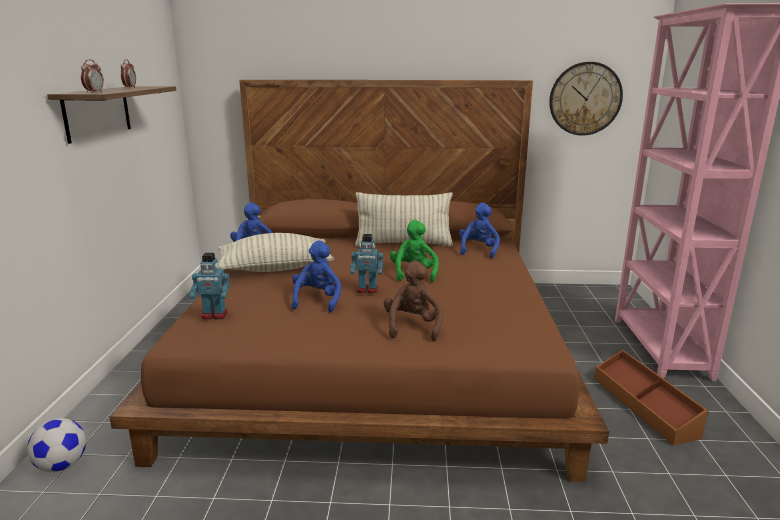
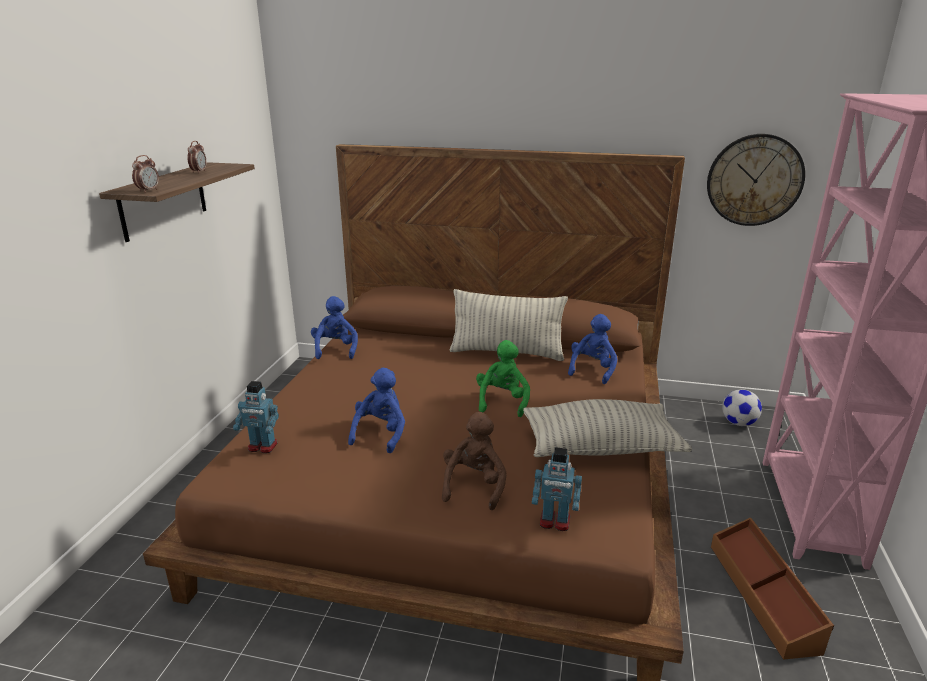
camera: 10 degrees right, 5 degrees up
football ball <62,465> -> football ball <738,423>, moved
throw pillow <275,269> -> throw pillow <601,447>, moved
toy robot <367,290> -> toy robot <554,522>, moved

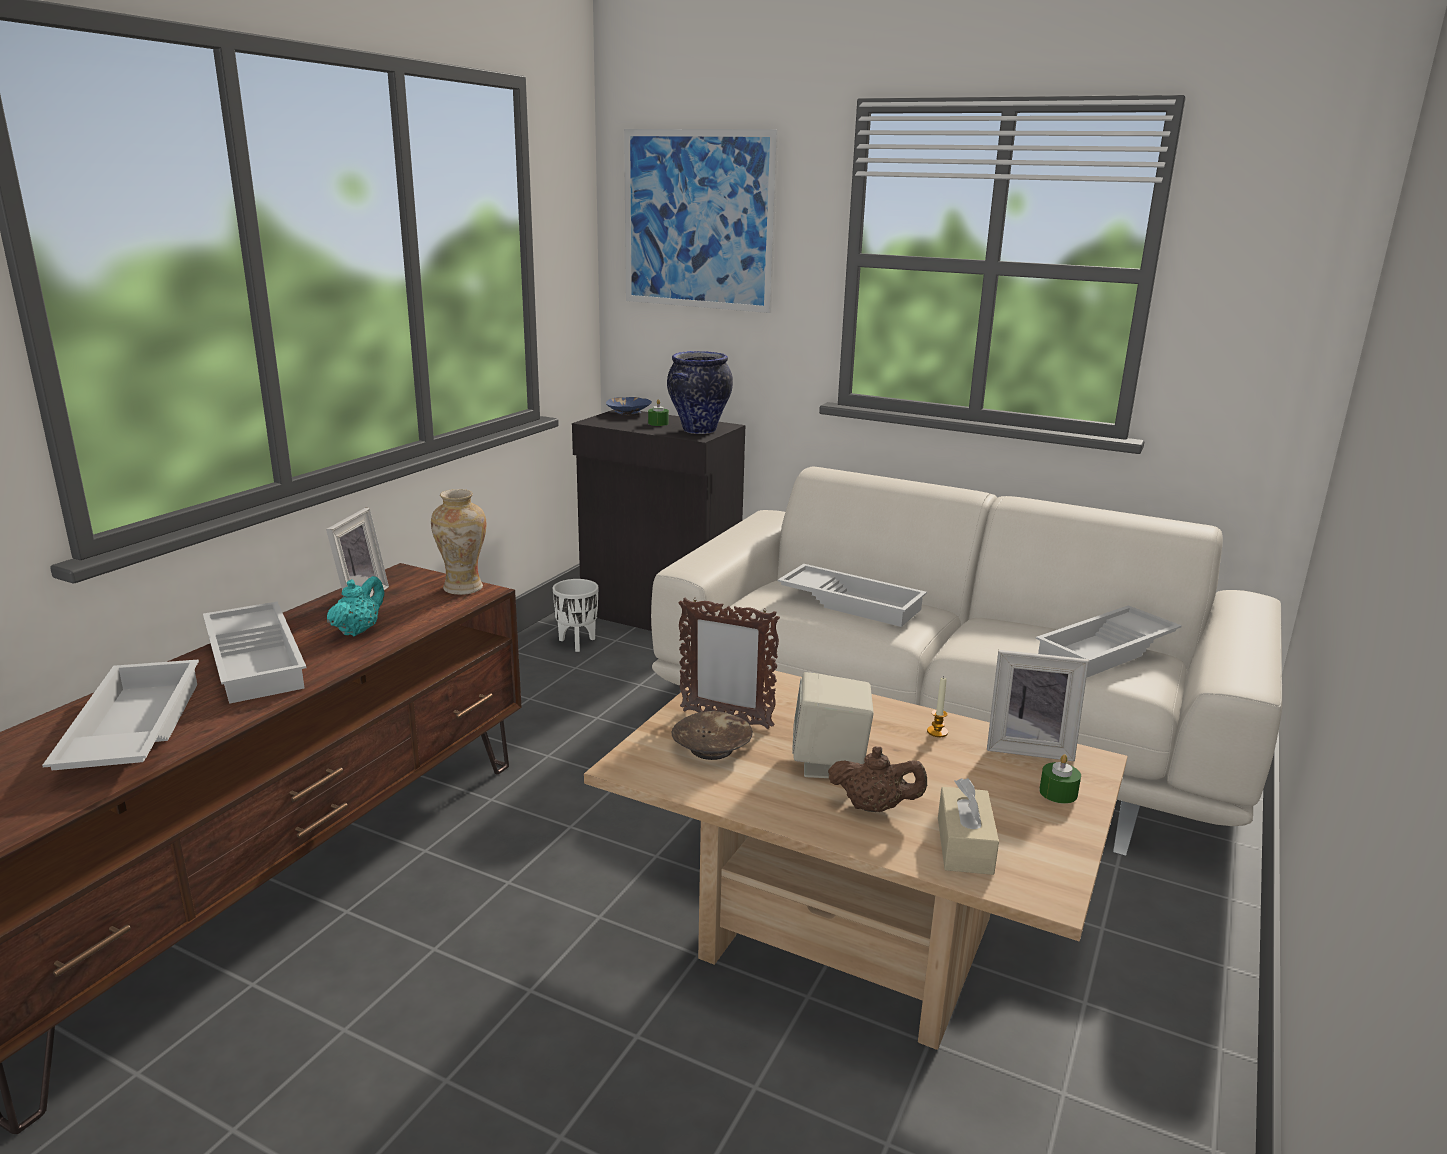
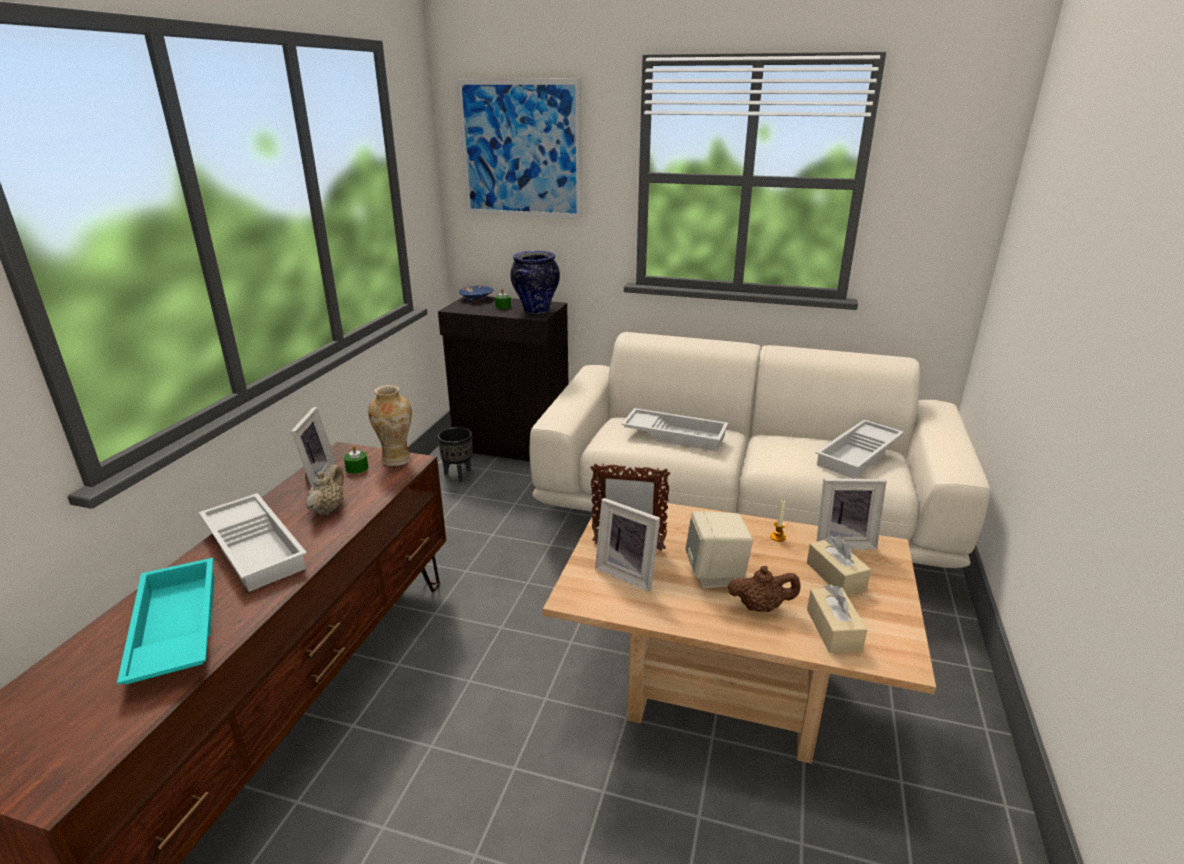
camera: 10 degrees left, 5 degrees up
none -> tissue holder/beige <835,576>
wax light/green-coloured <1058,793> -> wax light/green-coloured <357,468>, moved
bowl/brownish <712,748> -> standing frame <628,573>
carrying tray/whitish <130,731> -> carrying tray/turquoise <173,630>
tea pot/turquoise <358,630> -> tea pot/beige <328,508>
flower pot/whitish <578,643> -> flower pot/black-coloured <459,474>

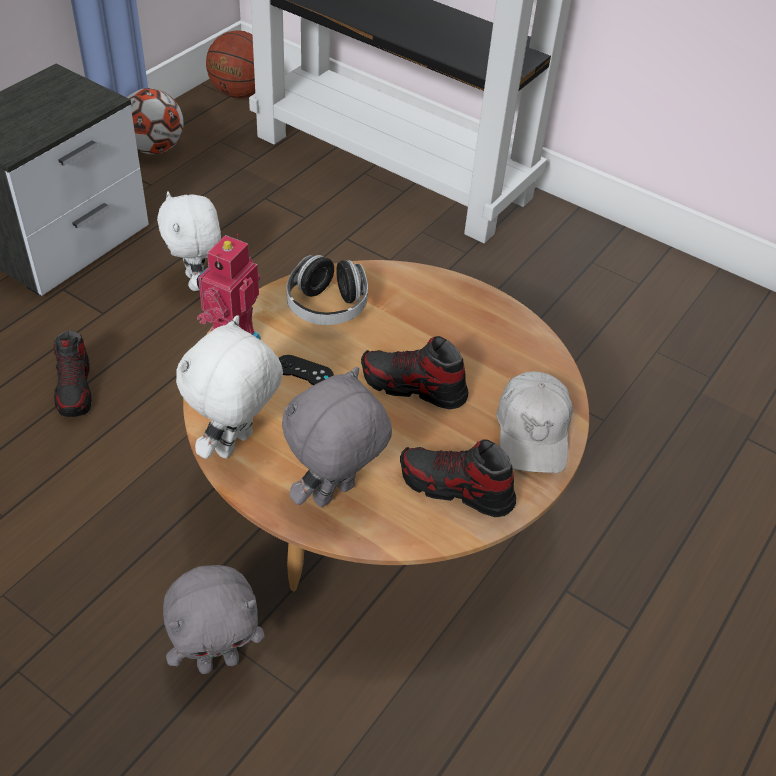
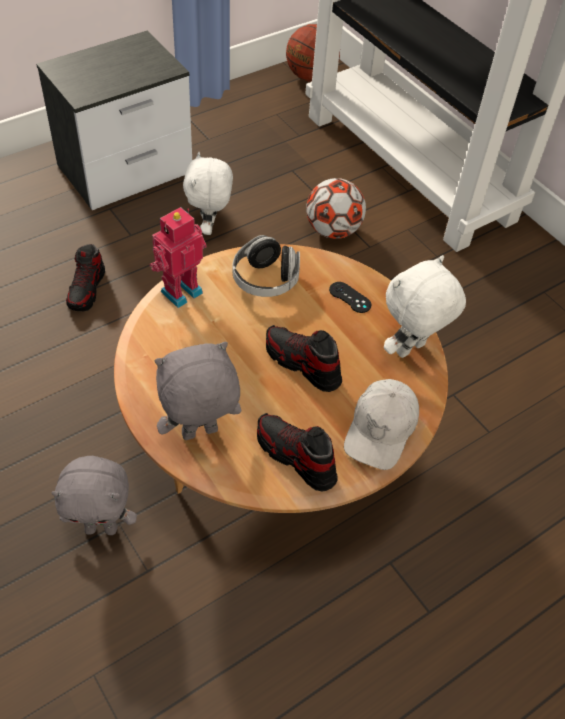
camera: 20 degrees right, 5 degrees up
football ball <154,149> -> football ball <332,230>, moved
cuddly toy/whitish <236,446> -> cuddly toy/whitish <411,350>, moved
game controller/black-coloured <304,371> -> game controller/black-coloured <350,297>, moved

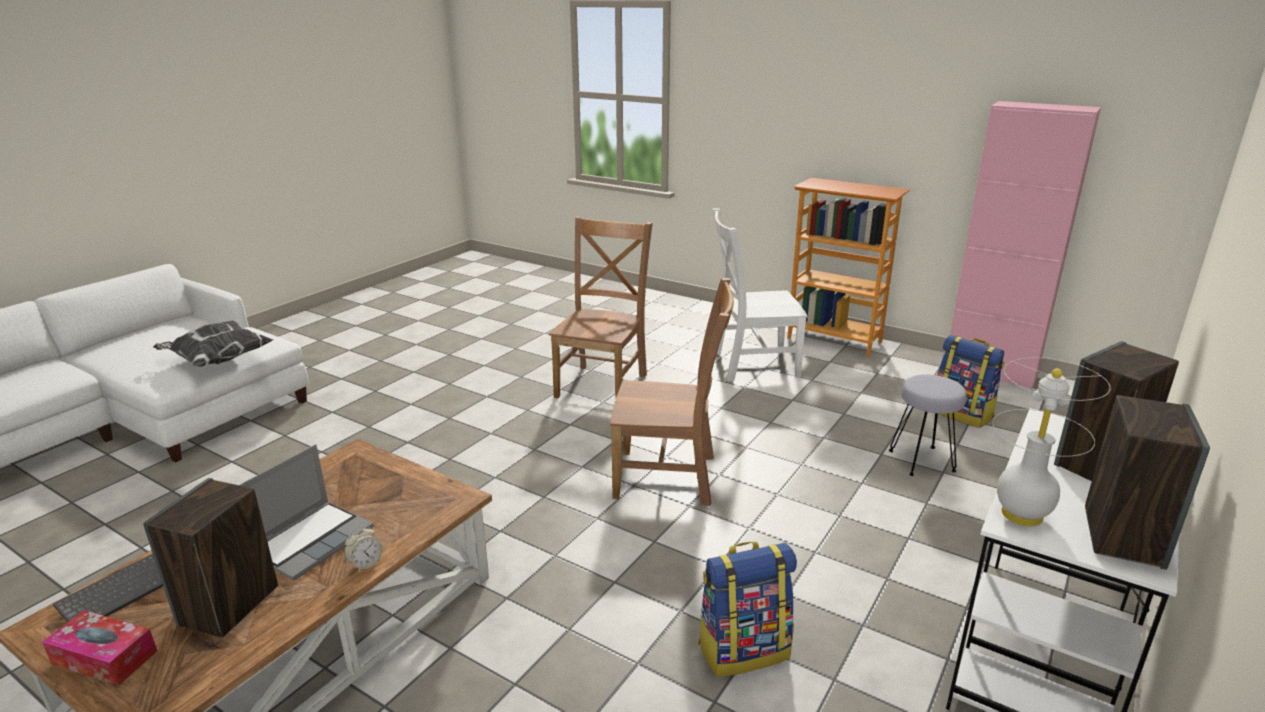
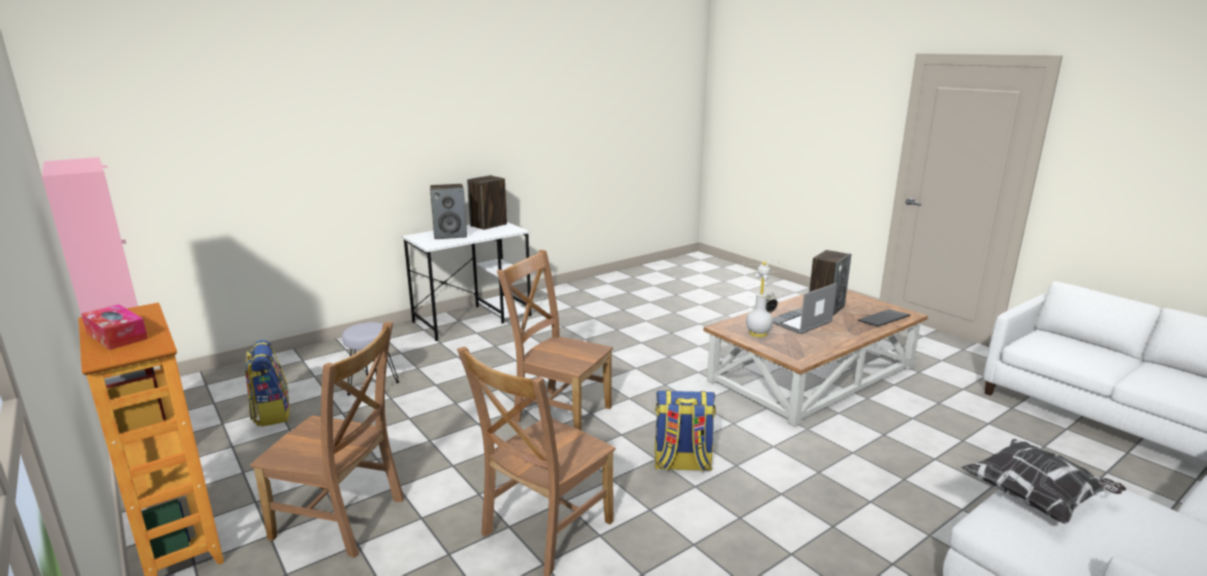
camera: 160 degrees left, 5 degrees down
tissue holder <105,657> -> tissue holder <117,336>, moved
knapsack <743,650> -> knapsack <682,464>, moved
tabletop lamp/whitish <1021,515> -> tabletop lamp/whitish <758,333>, moved
upright chair/whitish <751,364> -> upright chair/brownish <343,520>

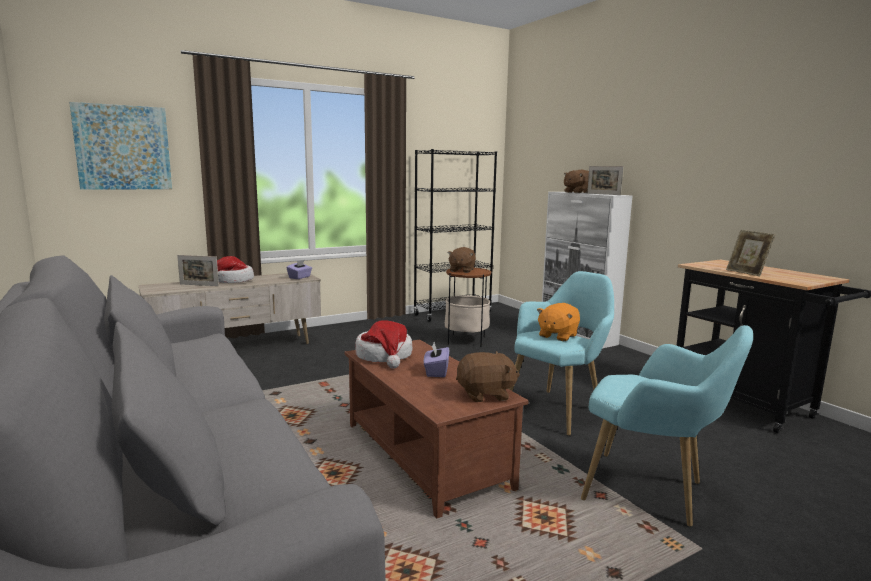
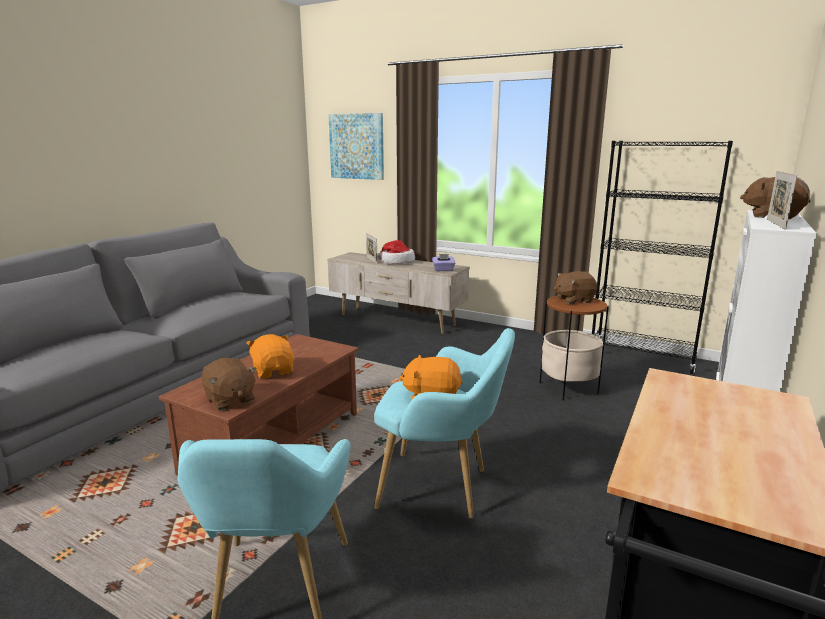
camera: 60 degrees right, 5 degrees up
clothing hat <384,356> -> none
standing frame <747,272> -> none
tissue holder/purple <436,371> -> cuddly toy/orange <273,371>

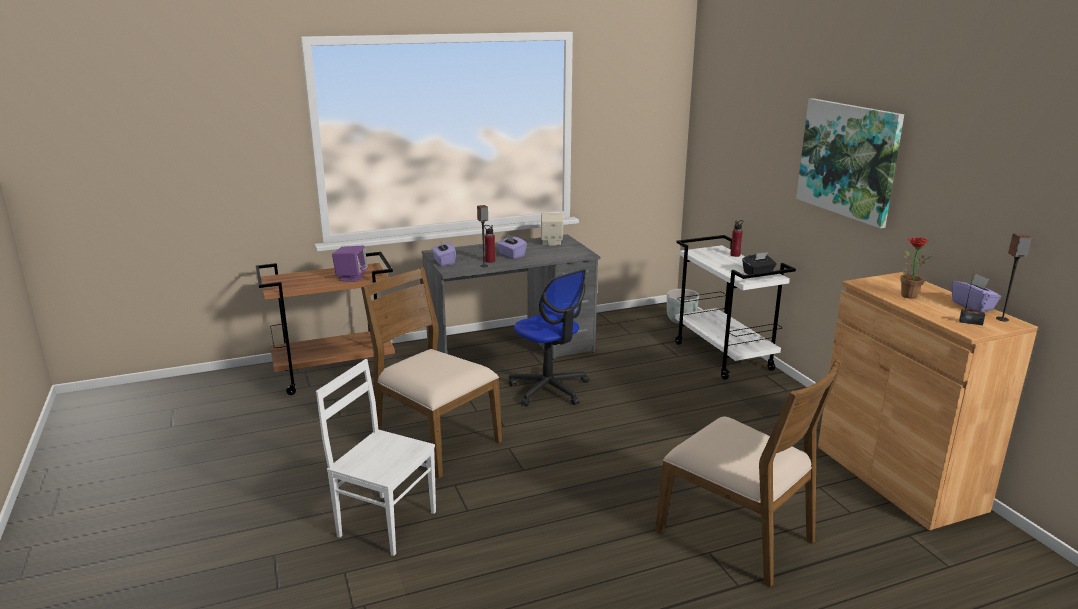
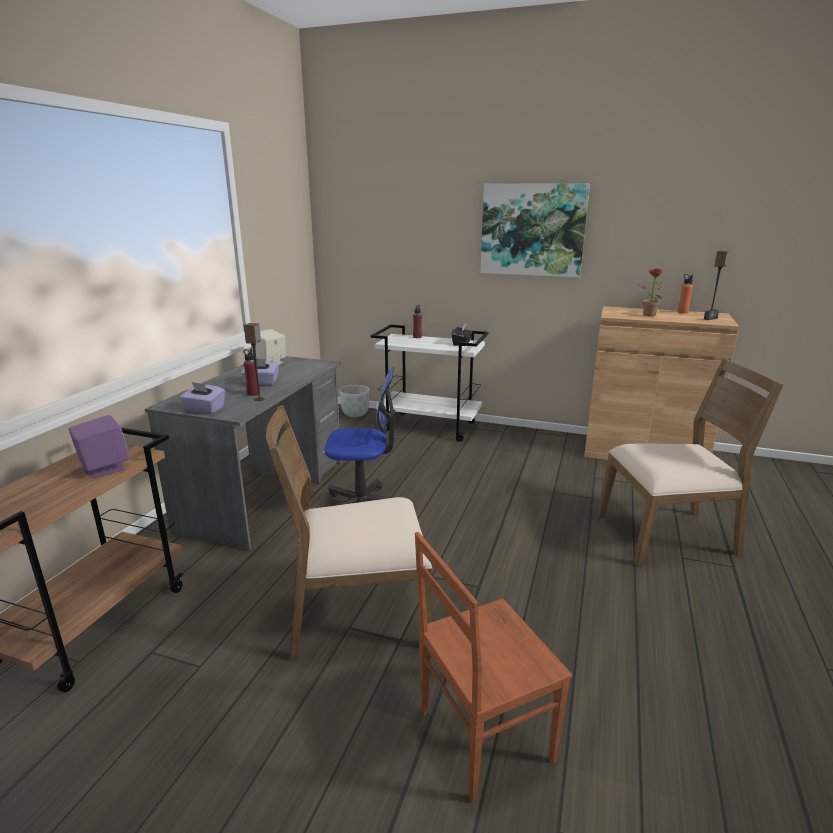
camera: 50 degrees left, 0 degrees up
tissue holder/purple <972,306> -> beverage bottle/orange <682,312>
upright chair/whitish <387,522> -> upright chair/brownish <482,735>

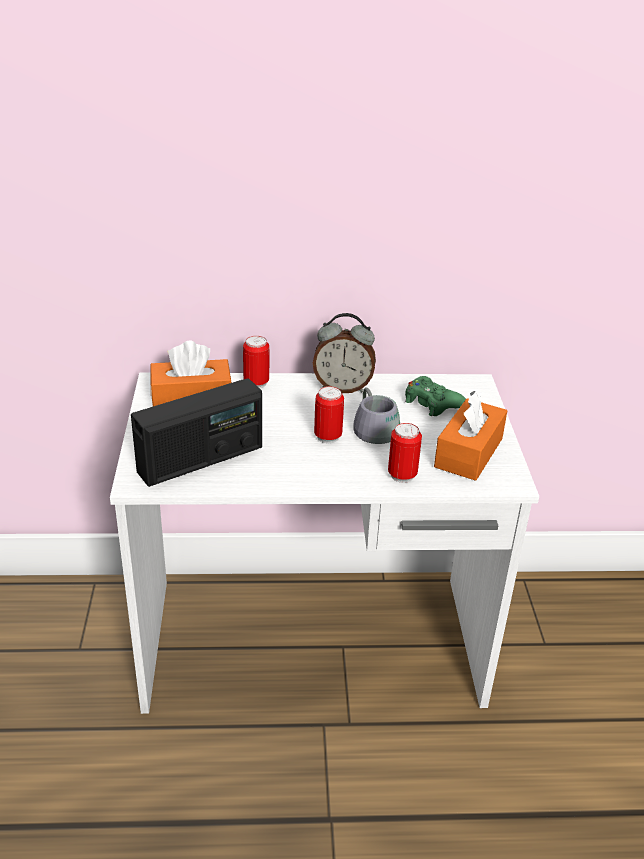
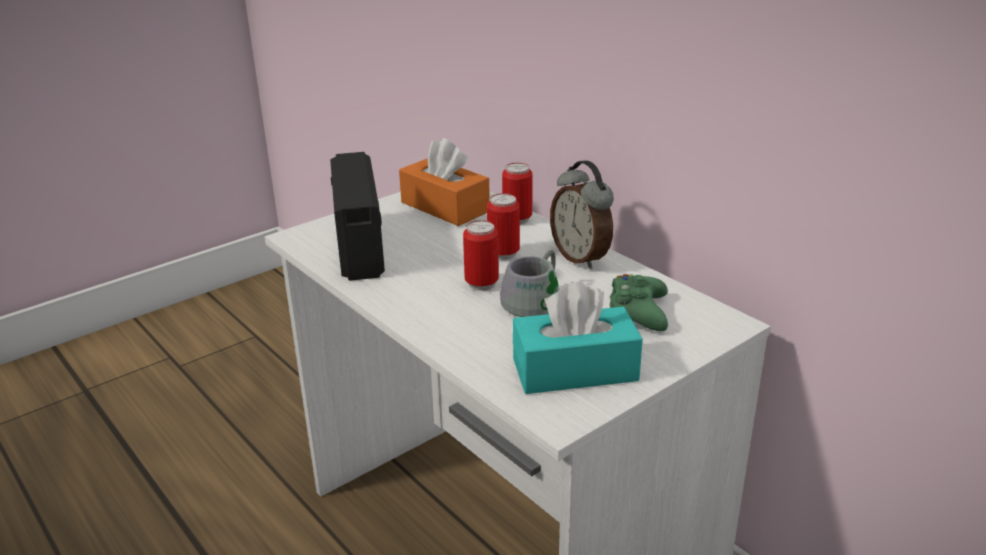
camera: 55 degrees right, 5 degrees down
can <402,475> -> can <503,254>, moved
tissue holder/orange <468,453> -> tissue holder/turquoise <575,370>
radio <201,460> -> radio <361,246>, 120 degrees counterclockwise

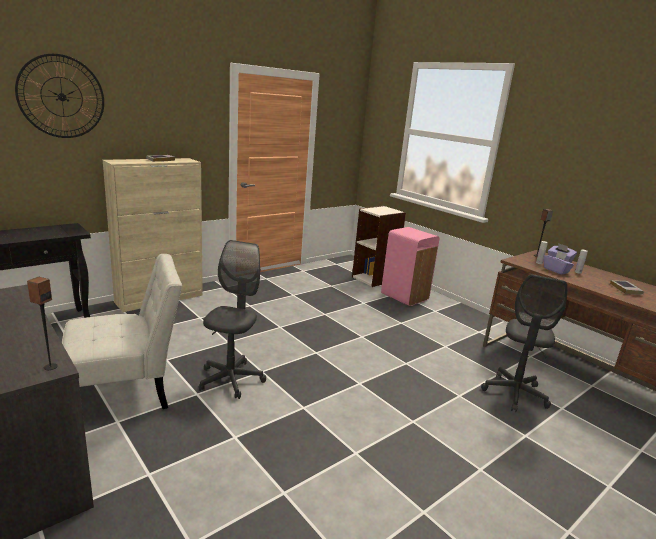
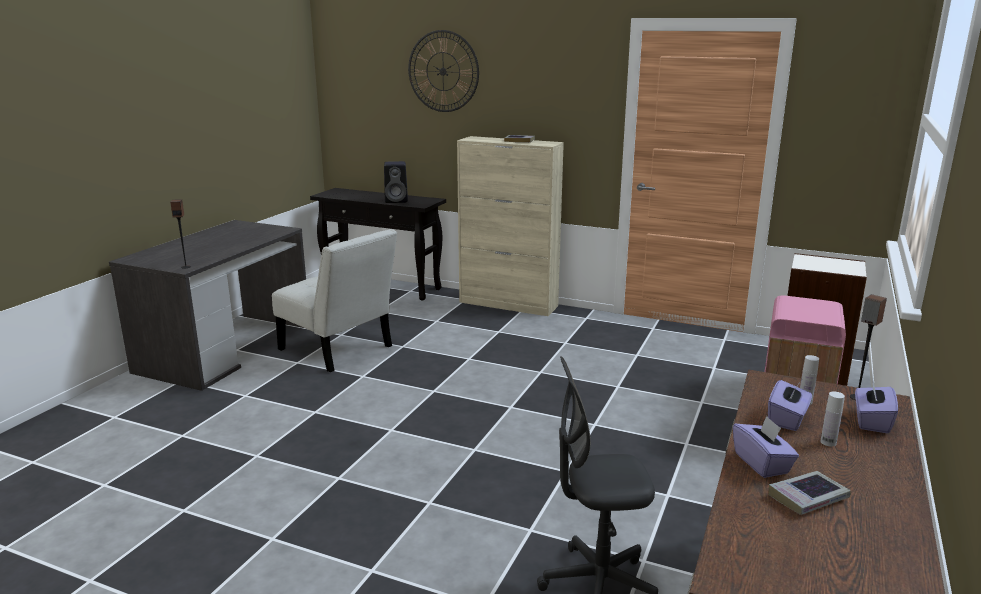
camera: 65 degrees right, 0 degrees up
office chair/grey <231,380> -> none
none -> loudspeaker/black-coloured <397,200>
none -> tissue holder/purple <762,463>

